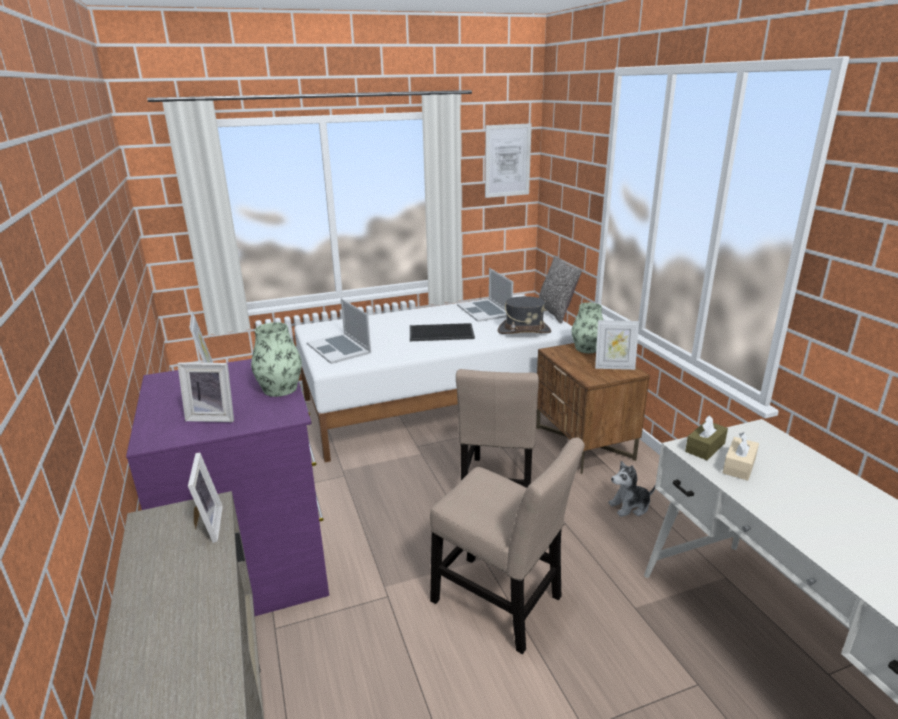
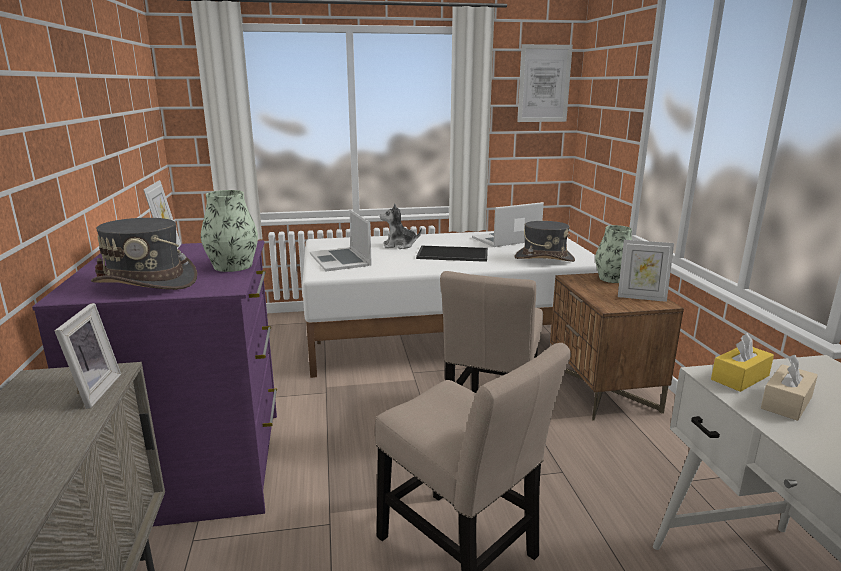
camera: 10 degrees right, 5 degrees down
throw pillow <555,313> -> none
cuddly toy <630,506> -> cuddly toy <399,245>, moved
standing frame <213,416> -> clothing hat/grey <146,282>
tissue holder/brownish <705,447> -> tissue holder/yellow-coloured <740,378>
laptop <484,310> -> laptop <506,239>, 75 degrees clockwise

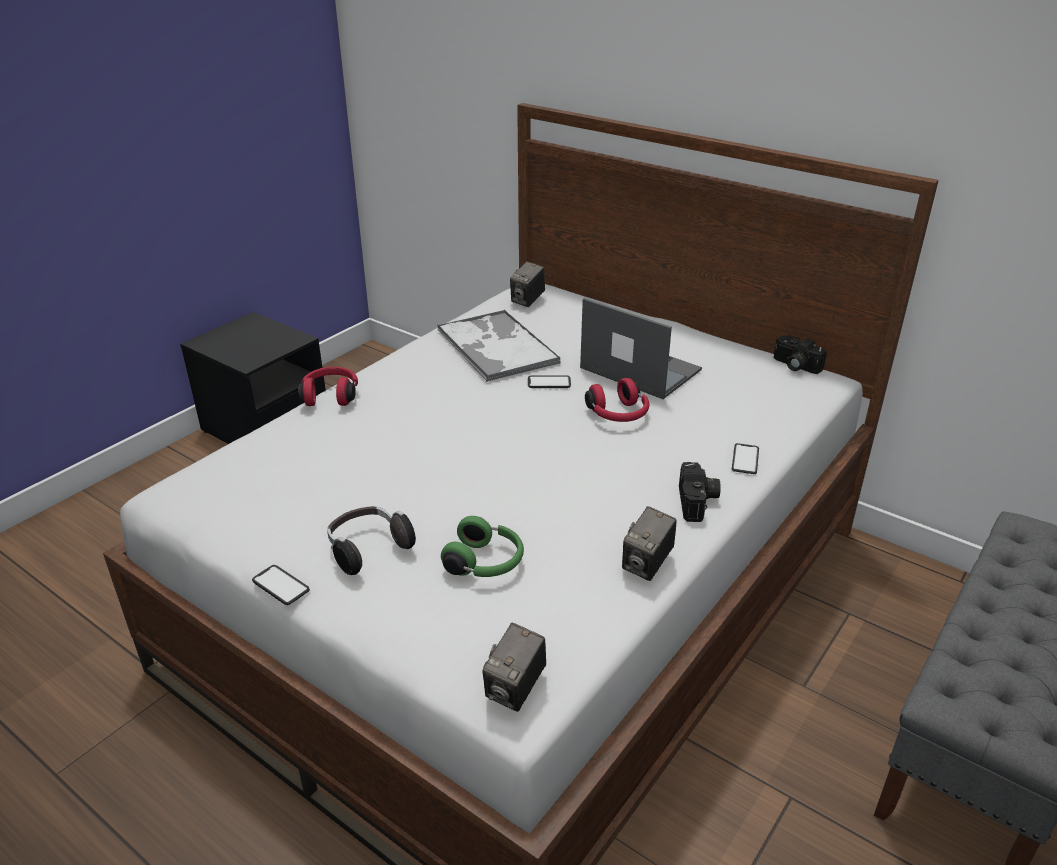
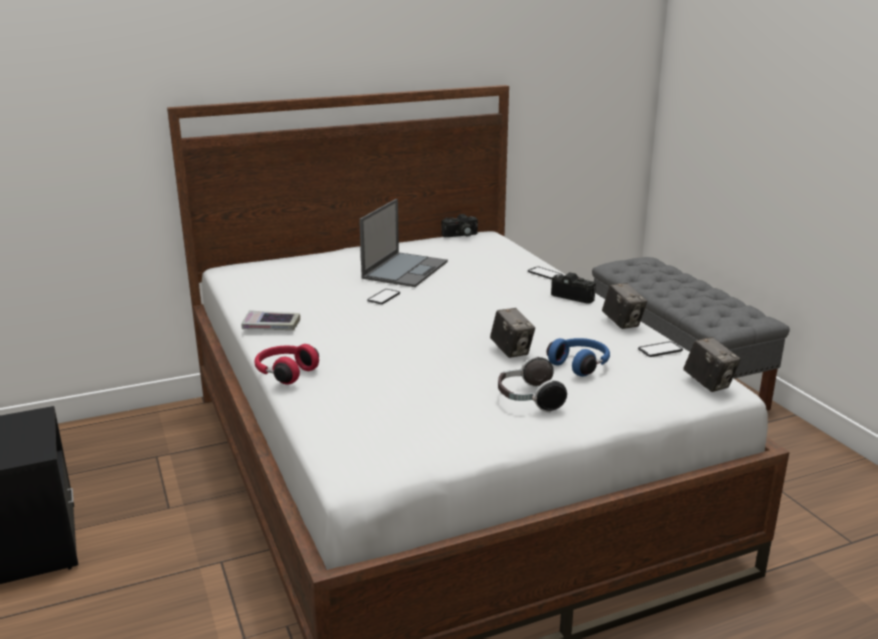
camera: 60 degrees left, 10 degrees down
carrying tray <496,346> -> none
pair of headphones/red-coloured <618,415> -> none
none -> book <271,326>
phone <280,585> -> phone <660,350>, moved
photo camera <527,300> -> photo camera <511,351>, moved
pair of headphones/green-coloured <485,563> -> pair of headphones/blue <580,365>
laptop <638,369> -> laptop <405,269>, 135 degrees clockwise

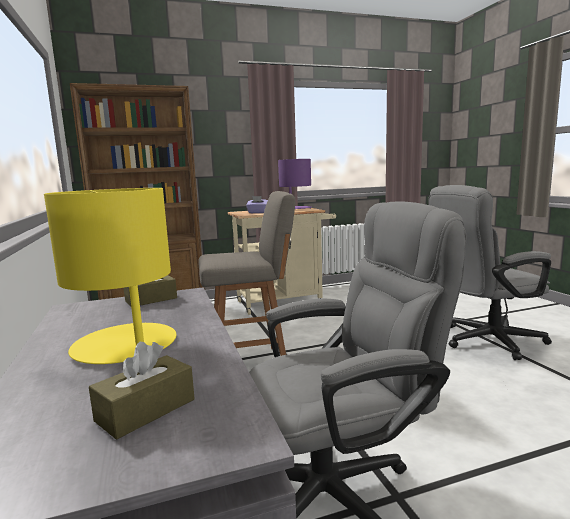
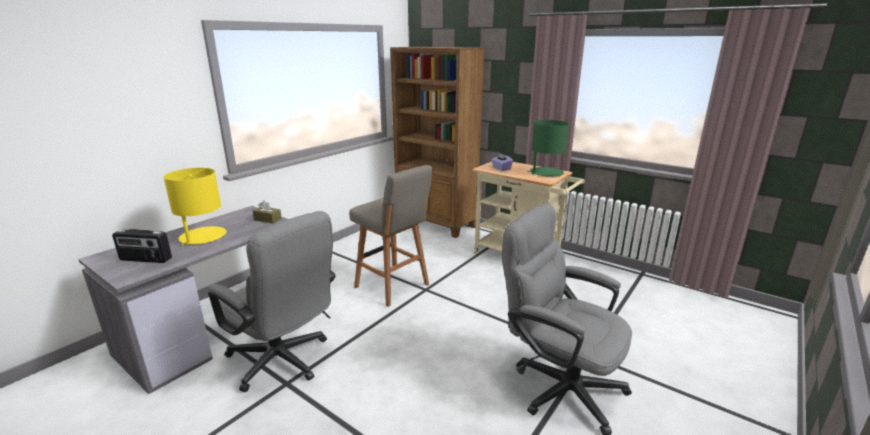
camera: 55 degrees right, 10 degrees up
tissue holder/brownish <146,410> -> radio <145,259>
tabletop lamp/purple <295,209> -> tabletop lamp/green-coloured <546,173>

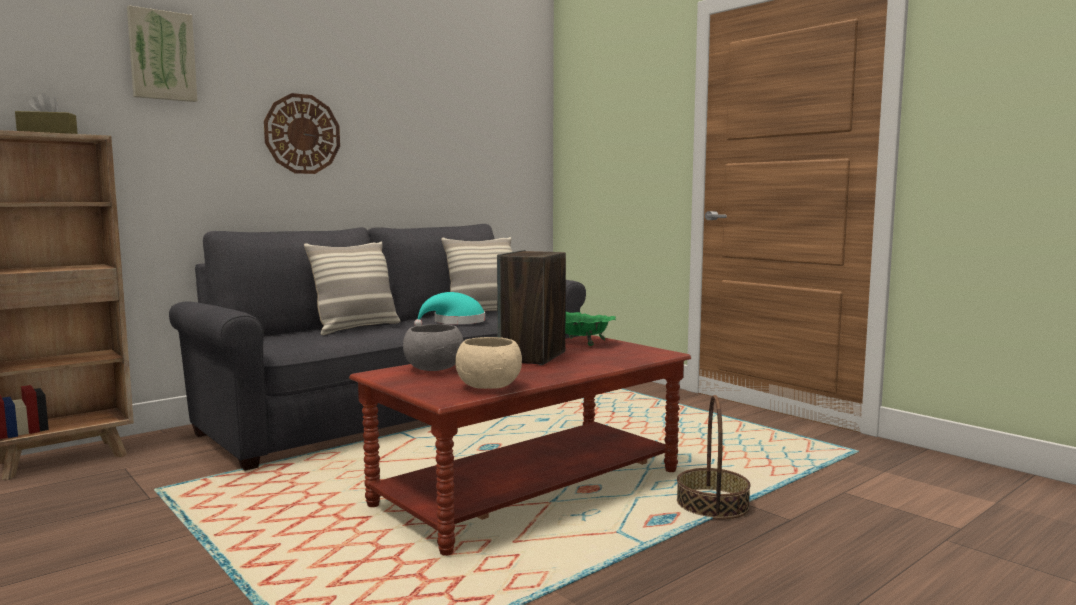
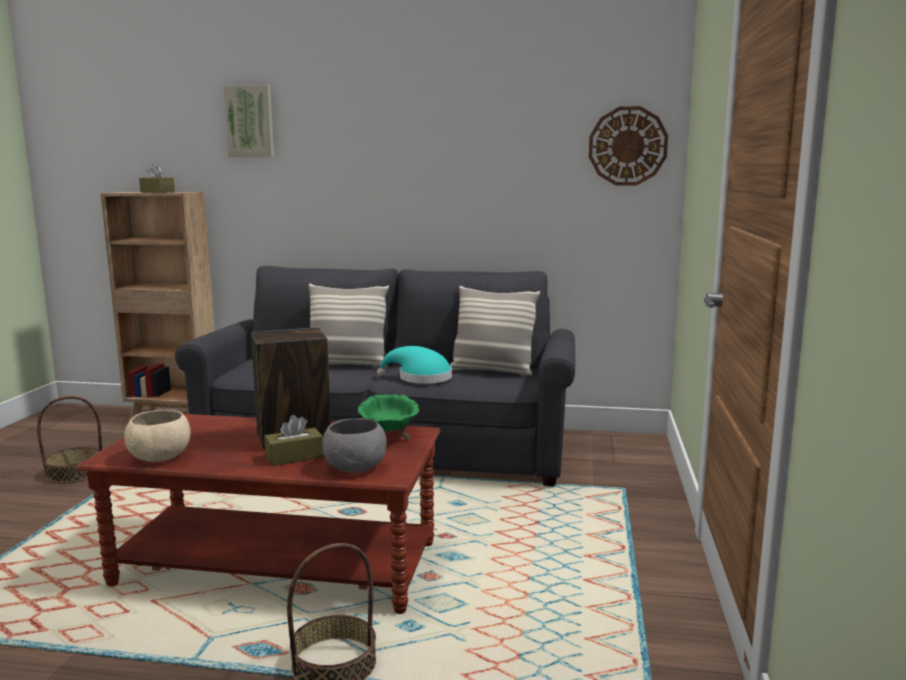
camera: 50 degrees right, 5 degrees up
none -> storage basket <75,473>
none -> tissue holder/brownish <294,457>
hanging clock <302,134> -> hanging clock <627,146>, moved
bowl/grey <434,368> -> bowl/grey <356,467>, moved

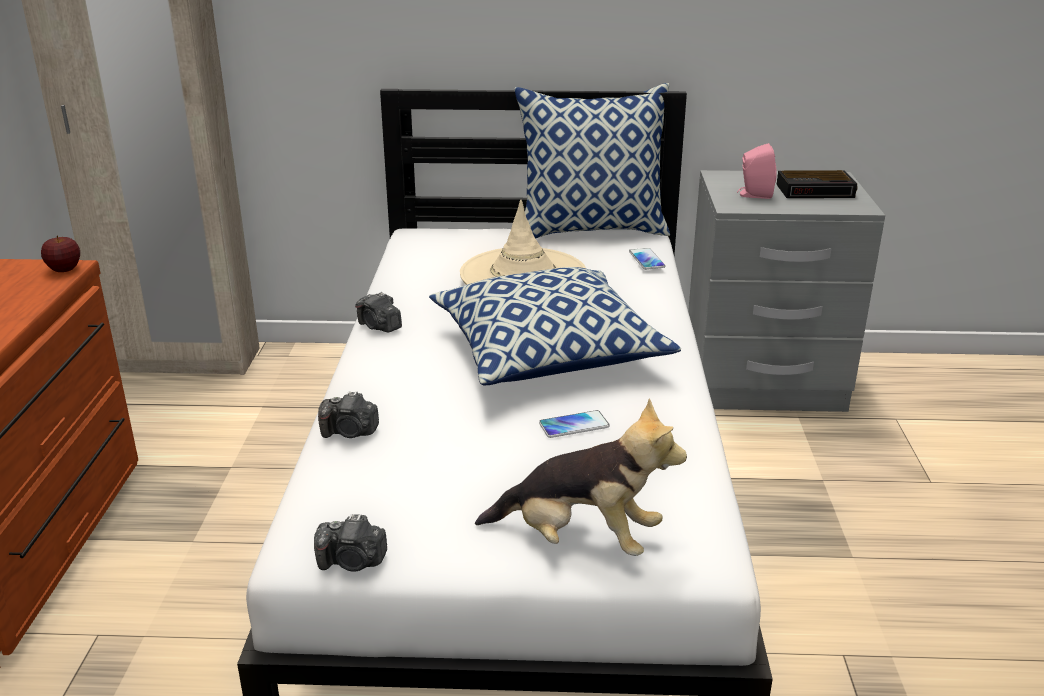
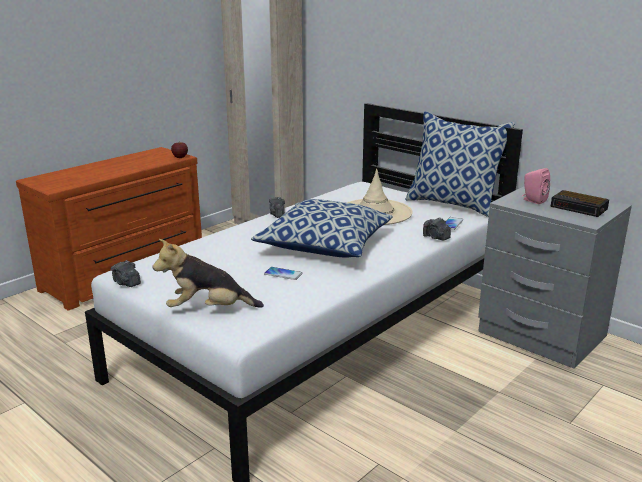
camera: 40 degrees right, 5 degrees down
photo camera <350,432> -> photo camera <436,237>, moved
cuddly toy <580,539> -> cuddly toy <208,309>, 120 degrees clockwise

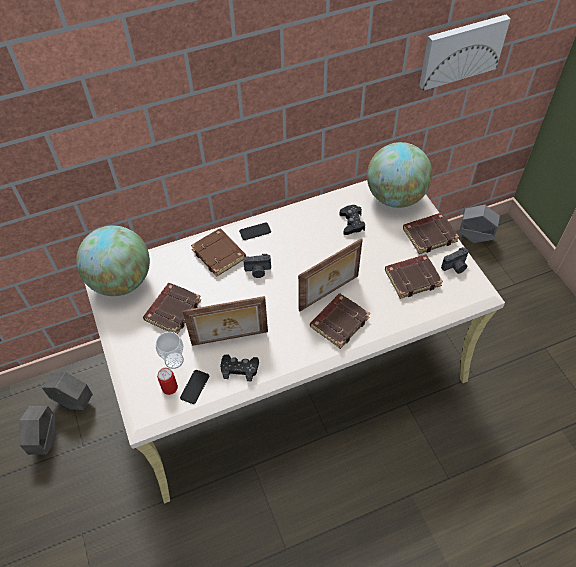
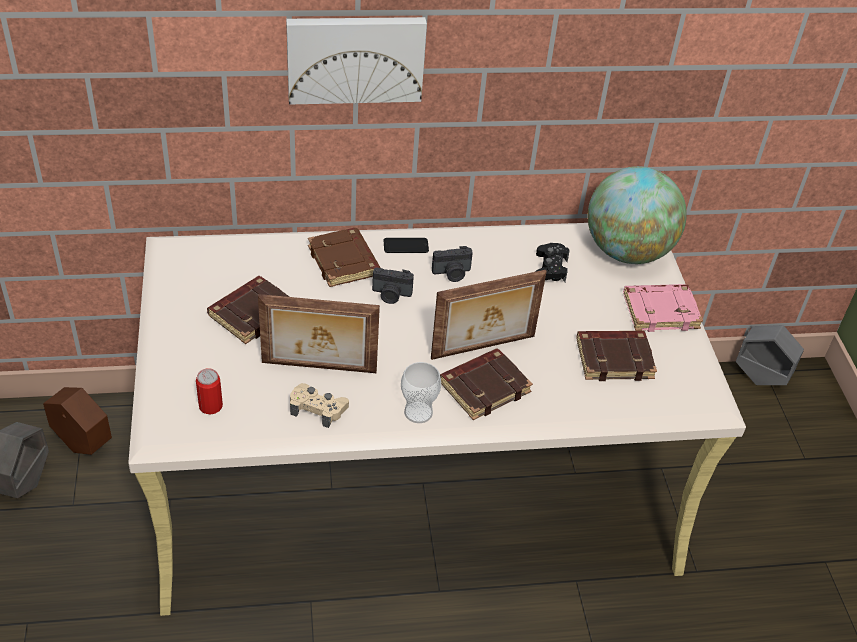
camera: 10 degrees right, 10 degrees down
world globe <121,281> -> none
phone <195,387> -> none
small cup <174,360> -> small cup <418,412>, moved
wall picture <461,50> -> wall picture <355,57>, moved
photo camera <455,267> -> photo camera <452,274>, moved
flower pot/grey <74,401> -> flower pot/brownish <83,444>
game controller/black-coloured <239,369> -> game controller/beige <318,409>
book/brownish <429,235> -> book/pink <661,311>

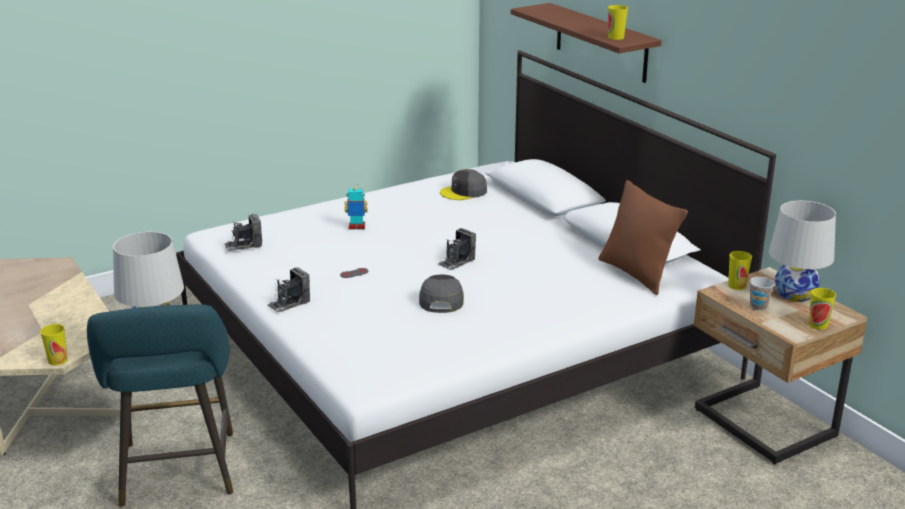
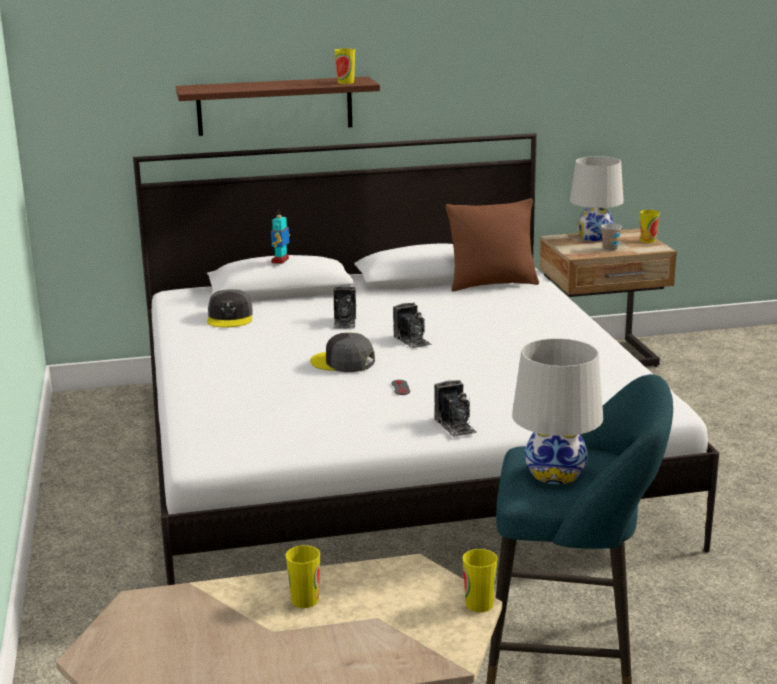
camera: 70 degrees left, 5 degrees down
photo camera <243,245> -> photo camera <344,322>, moved
toy robot <357,227> -> toy robot <280,261>, moved
peaked cap/grey <441,299> -> peaked cap/grey <343,362>, moved
small cup <737,285> -> small cup <305,600>, moved

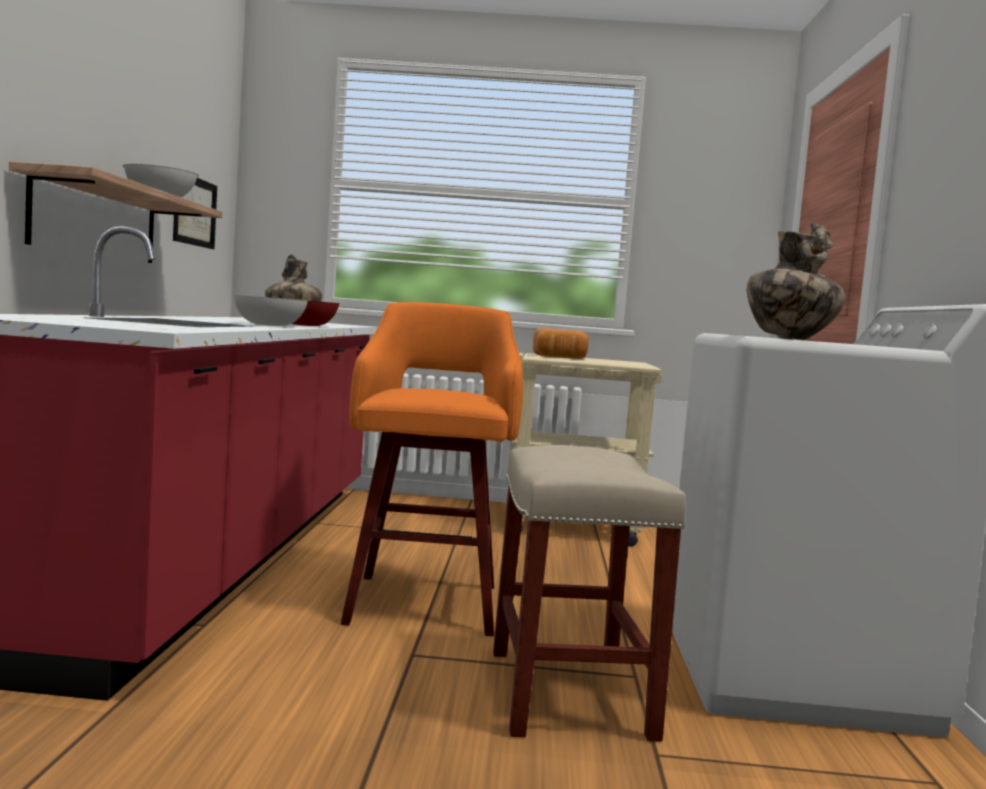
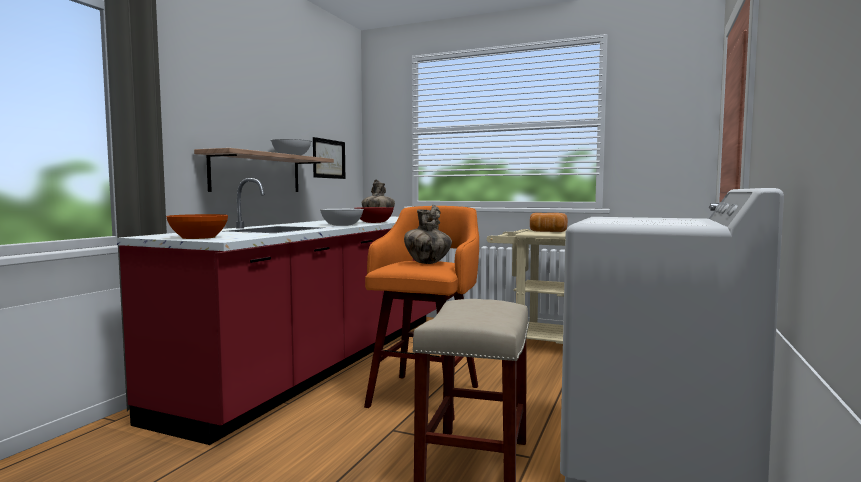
camera: 20 degrees right, 0 degrees up
none -> bowl/orange <199,237>
vase <788,338> -> vase <427,263>, moved

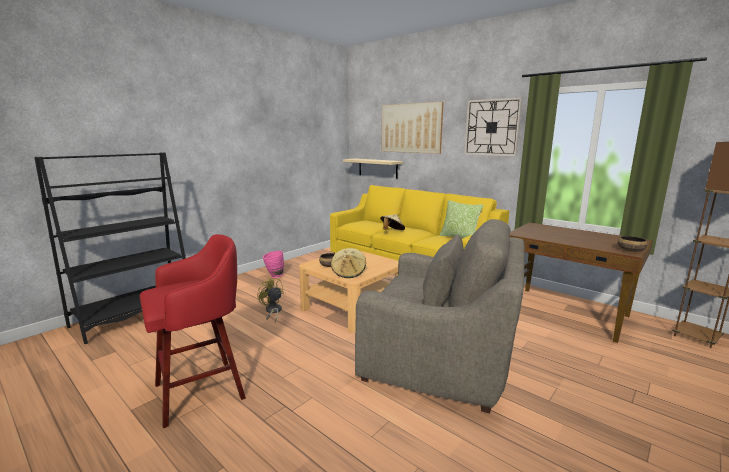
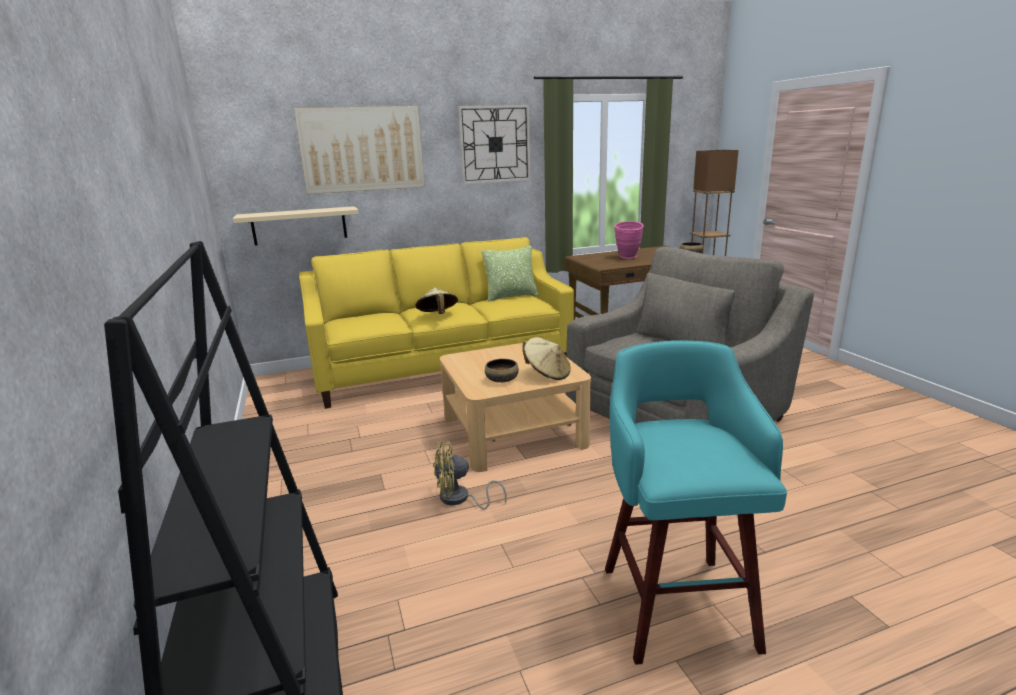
camera: 60 degrees left, 5 degrees up
vase/pink <274,276> -> vase/pink <628,258>, moved
sitting stool/red-coloured <203,390> -> sitting stool/turquoise <676,602>

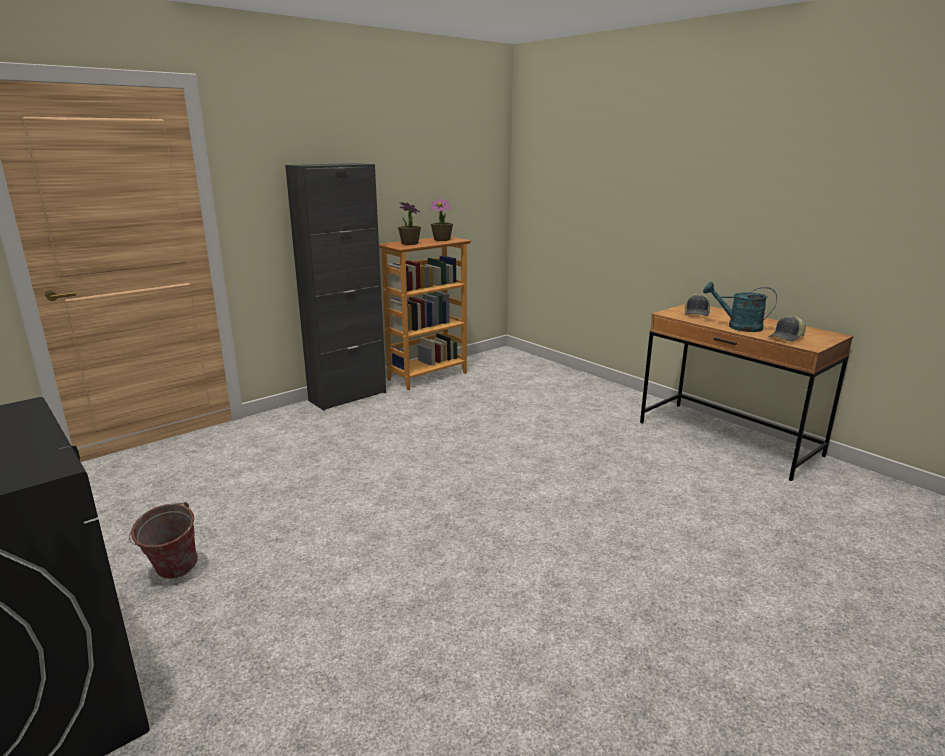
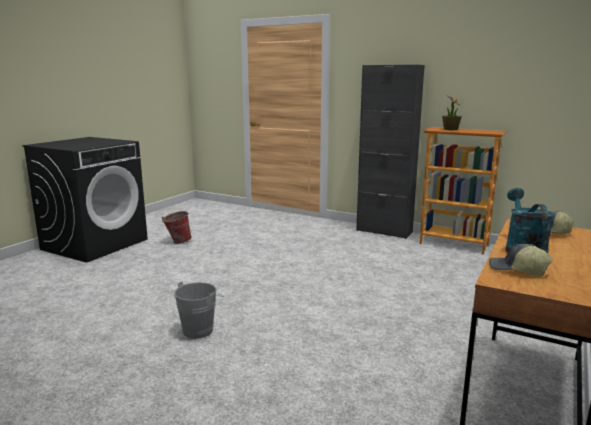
camera: 70 degrees right, 5 degrees down
potted plant <442,239> -> none
none -> bucket/grey <200,329>

